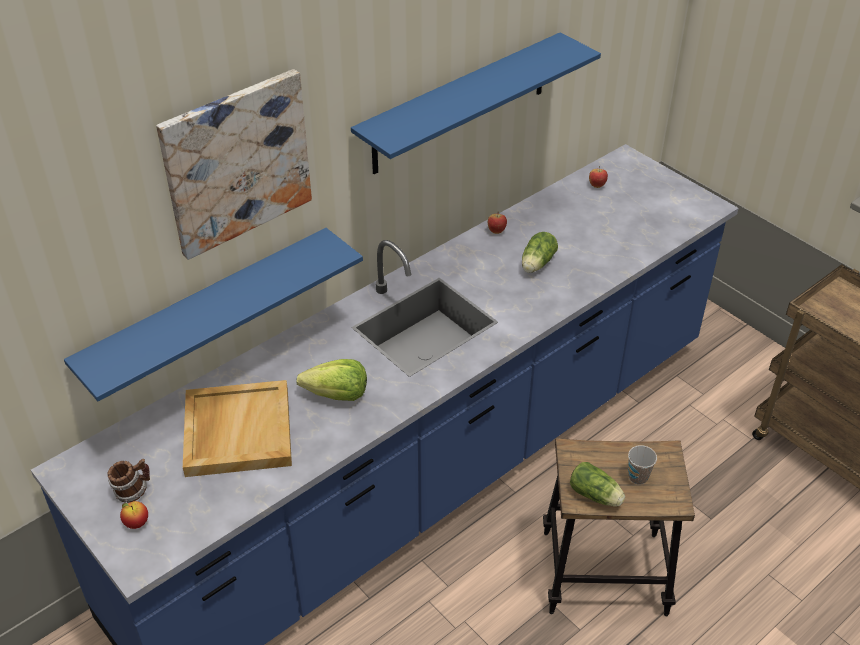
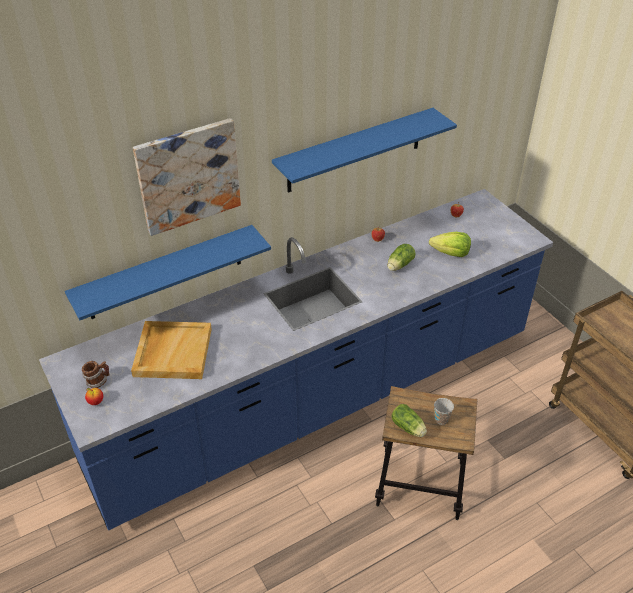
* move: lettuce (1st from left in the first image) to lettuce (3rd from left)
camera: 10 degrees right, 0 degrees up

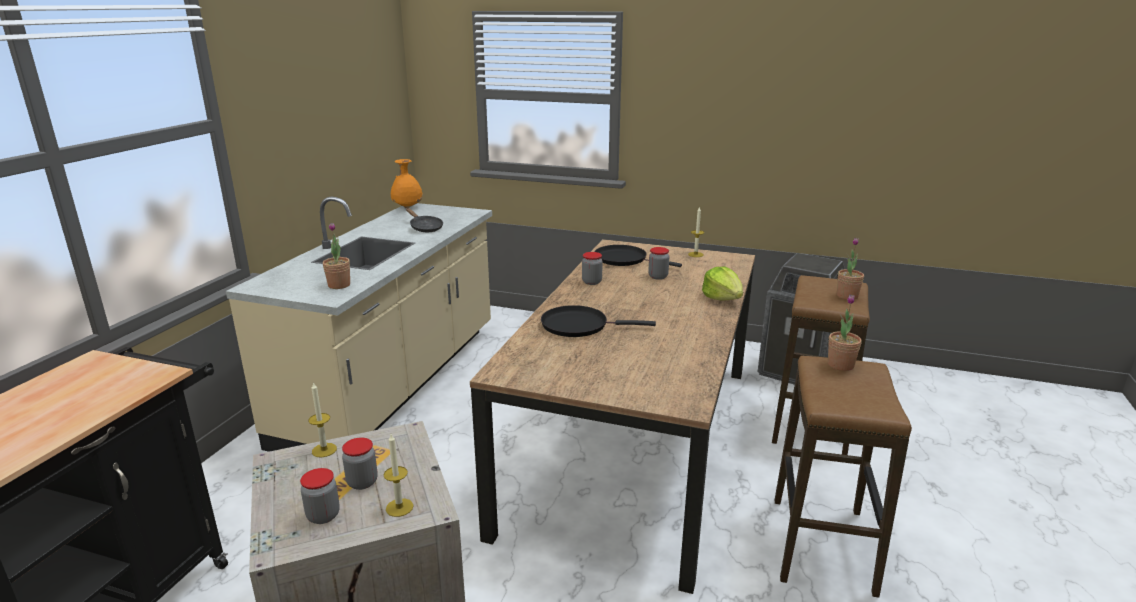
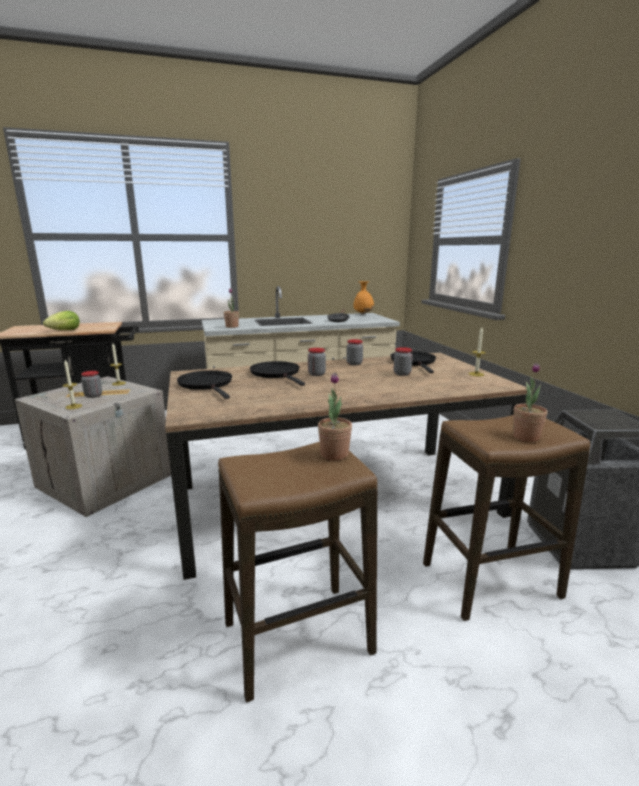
* move: lettuce
* move: storage_jar (1st from left in the first image) to storage_jar (2nd from left)
* insert: blackish_pan (1st from left)
camera: 55 degrees right, 5 degrees down

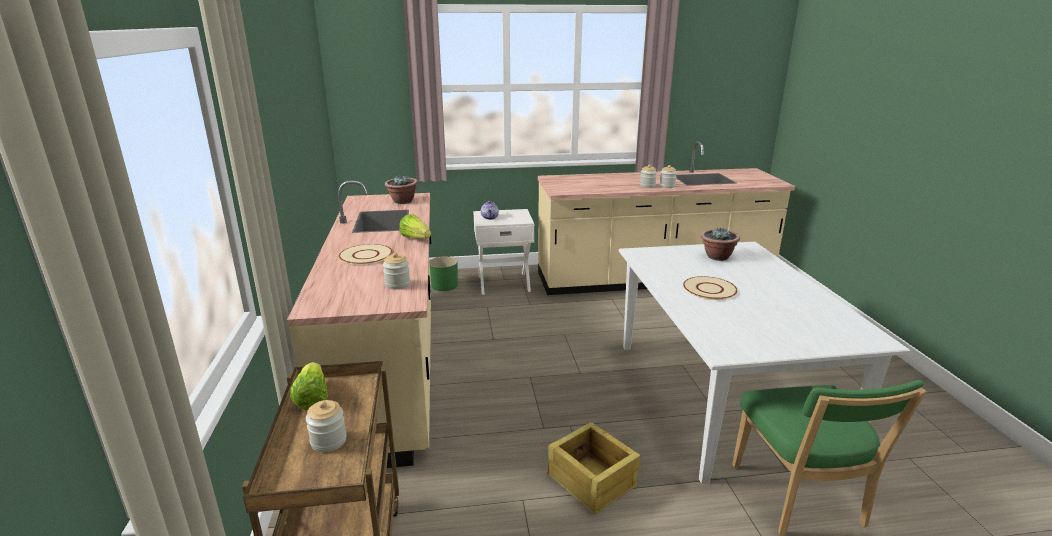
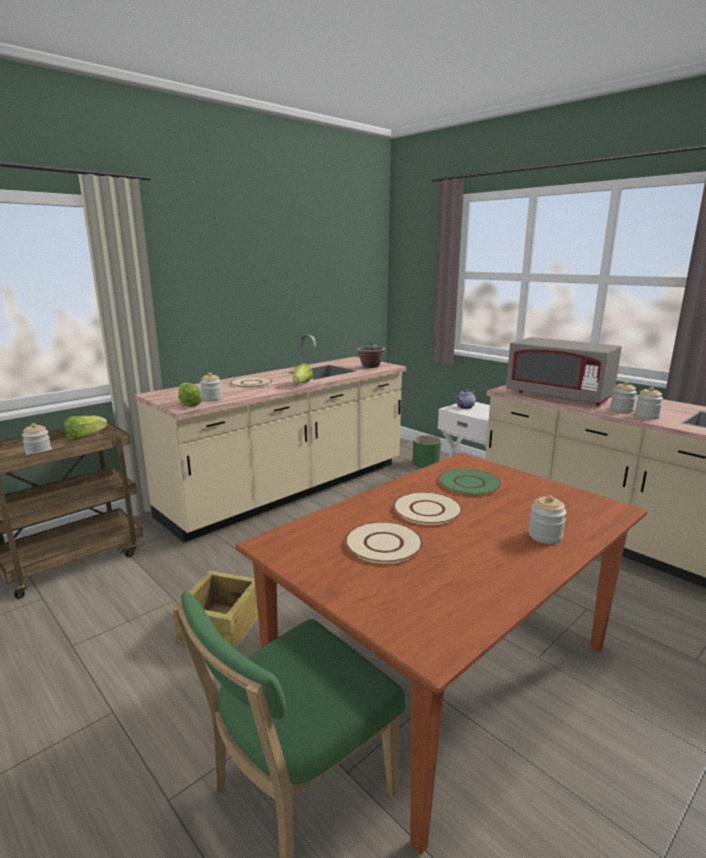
* delete: houseplant (2nd from left)
* recolor: white-coloured_dinner_table to brown_dinner_table
* insert: grey_microwave_oven
* insert: lettuce (2nd from left)
* insert: green-coloured_plate
* insert: storage_jar (3rd from left)
* insert: sand-coloured_plate (2nd from left)
camera: 55 degrees right, 5 degrees down

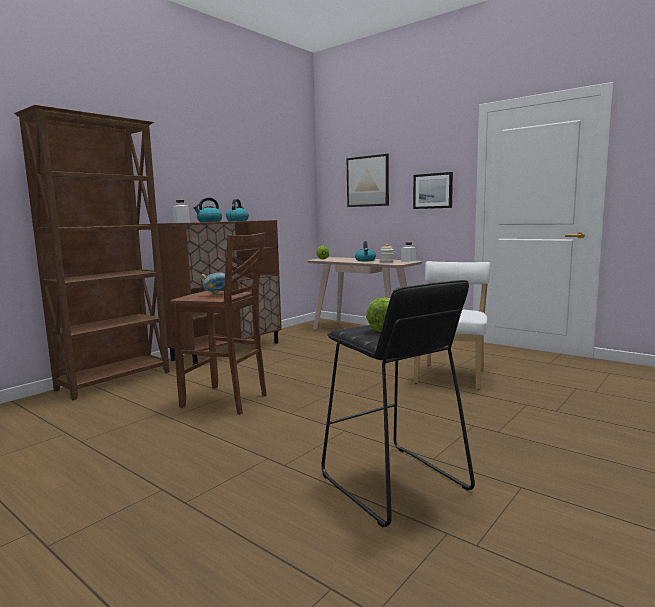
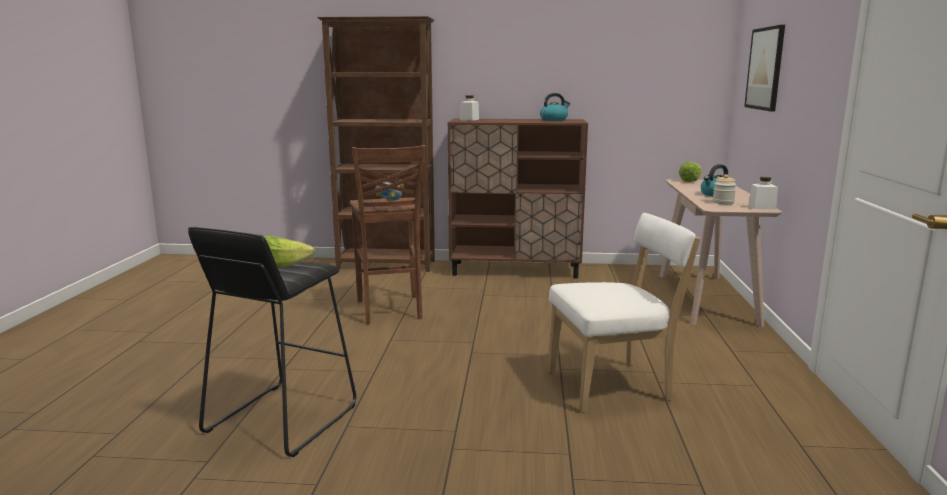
* delete: wall_art (2nd from left)
* delete: kettle (1st from left)
camera: 55 degrees right, 5 degrees up

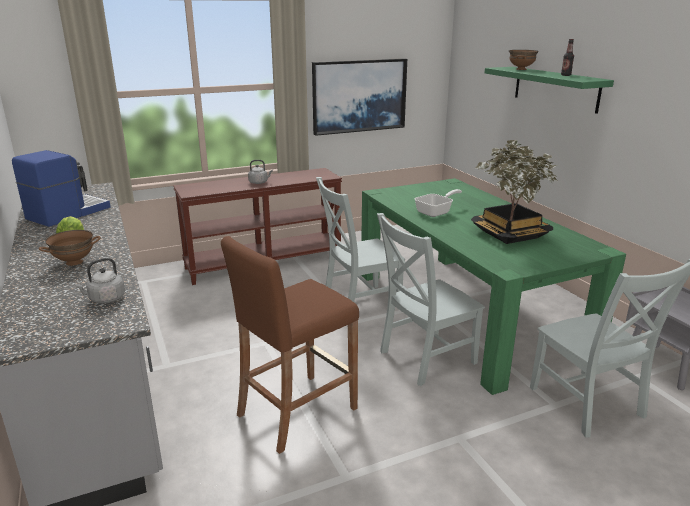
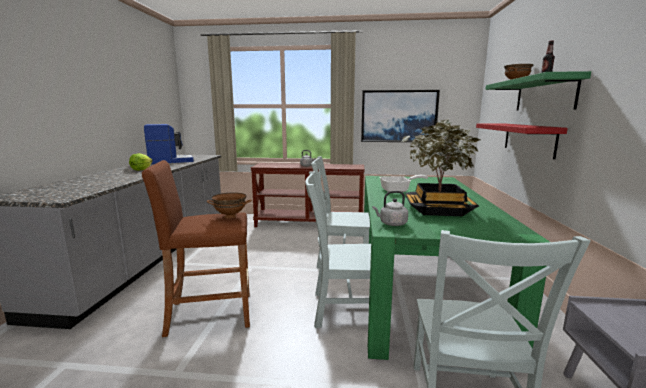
* move: brown_bowl (1st from left)
* move: grey_kettle (1st from left in the first image) to grey_kettle (2nd from left)
* insert: reddish_shelf
camera: 30 degrees right, 10 degrees down

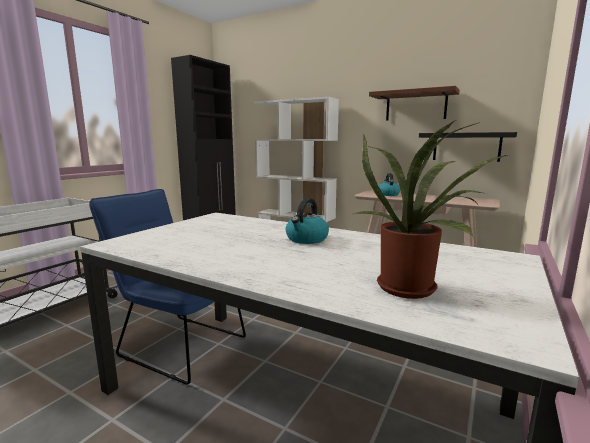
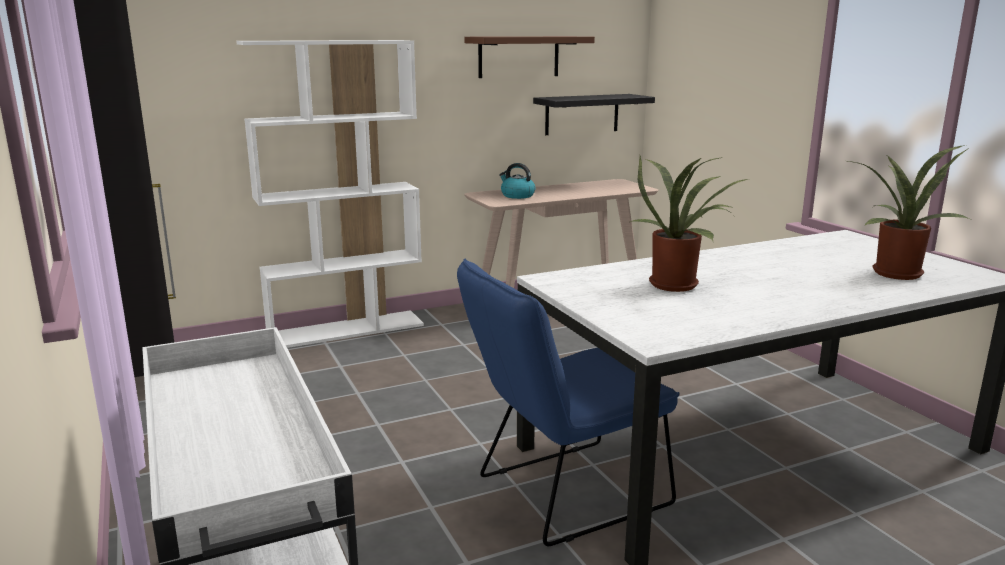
* delete: kettle (1st from left)
* insert: houseplant (1st from left)
camera: 55 degrees left, 5 degrees up

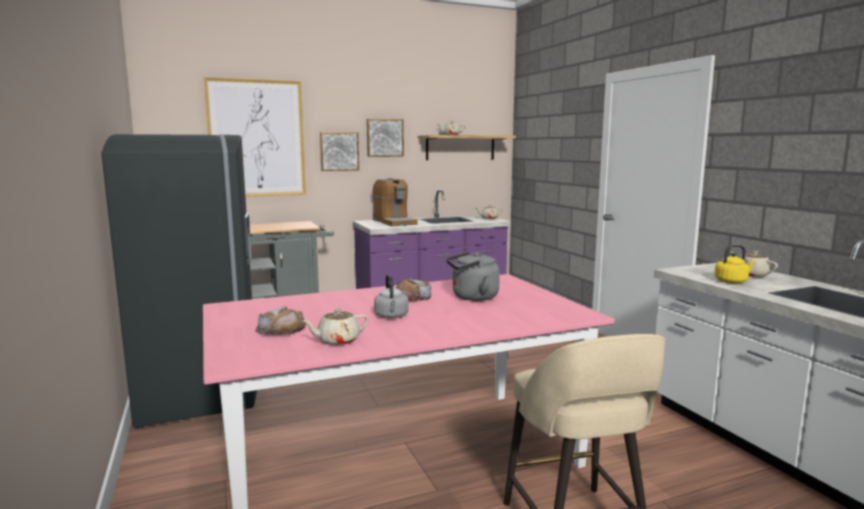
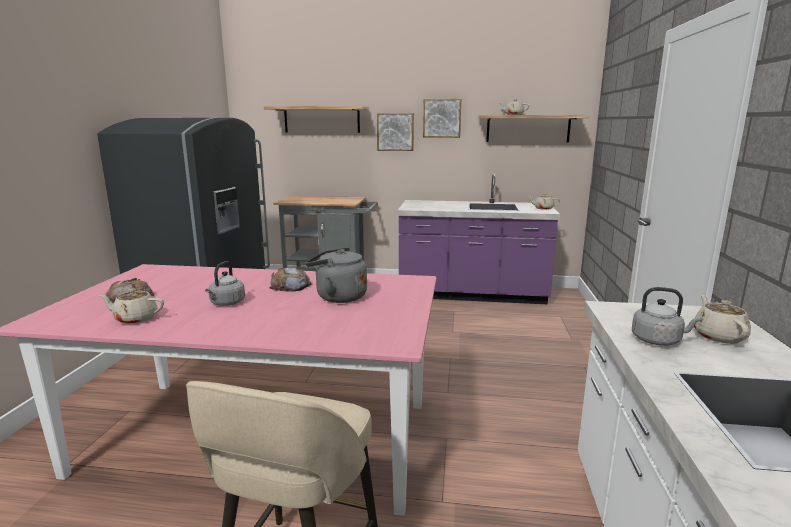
* replace: wall_art (1st from left) to shelf (1st from left)
* delete: coffee_brewer
* recolor: yellow_kettle to grey_kettle (3rd from left)
camera: 30 degrees right, 5 degrees up

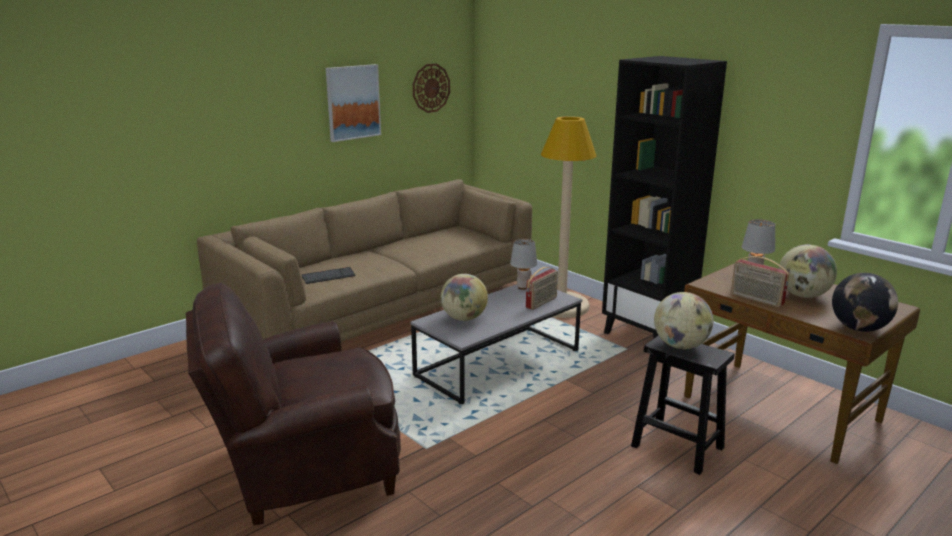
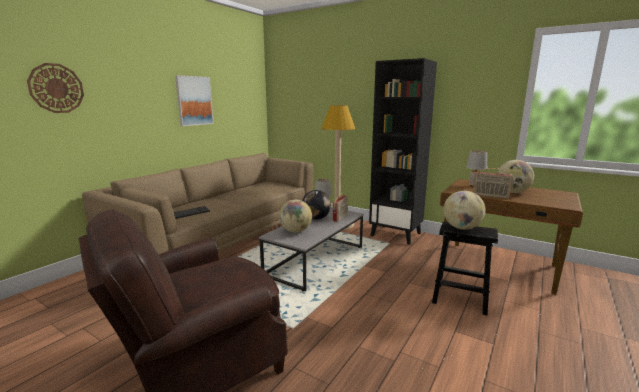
* move: hanging_clock
* move: world_globe (4th from left in the first image) to world_globe (2nd from left)
camera: 15 degrees left, 5 degrees down

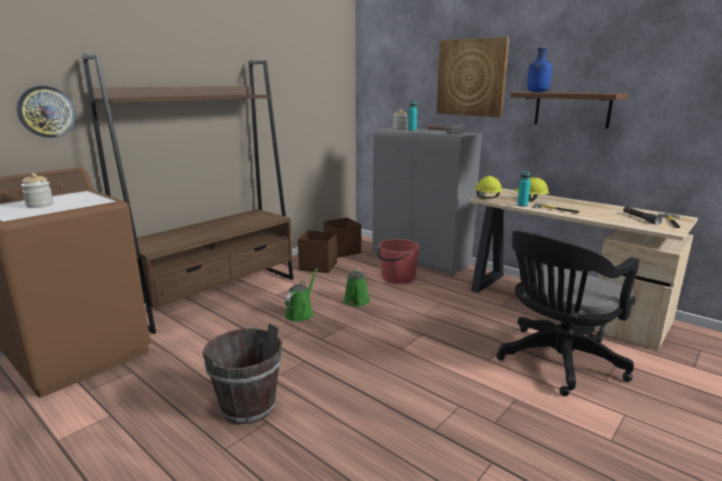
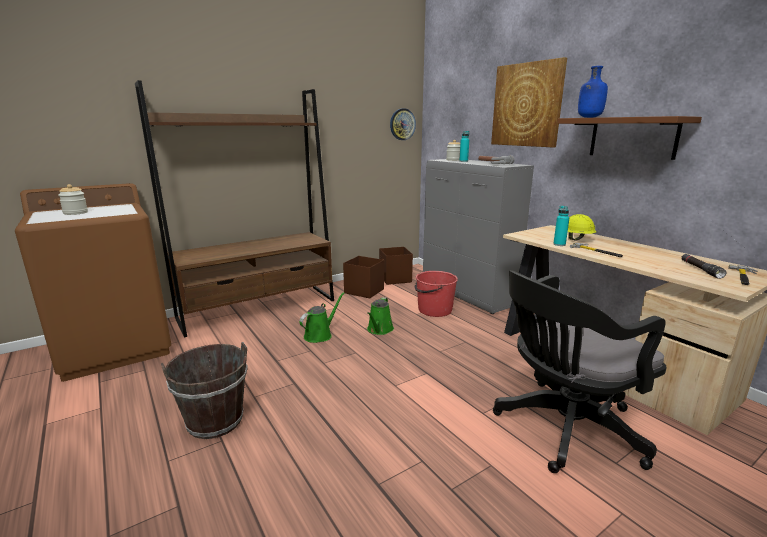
* move: hanging_clock
* delete: yellow_hard_hat (1st from left)
camera: 15 degrees right, 0 degrees up

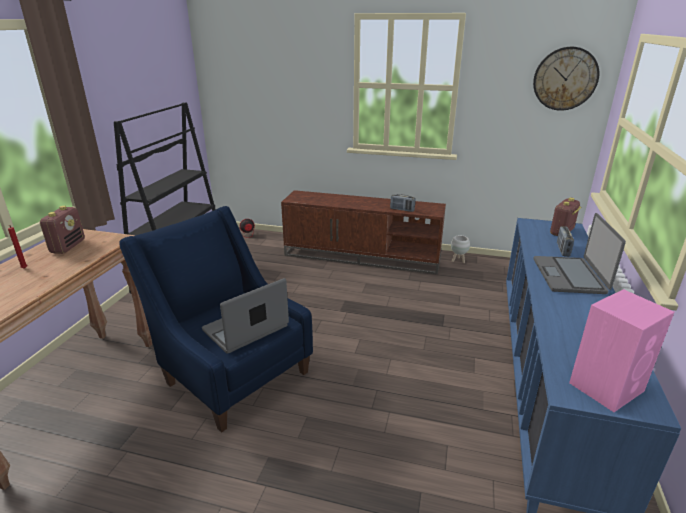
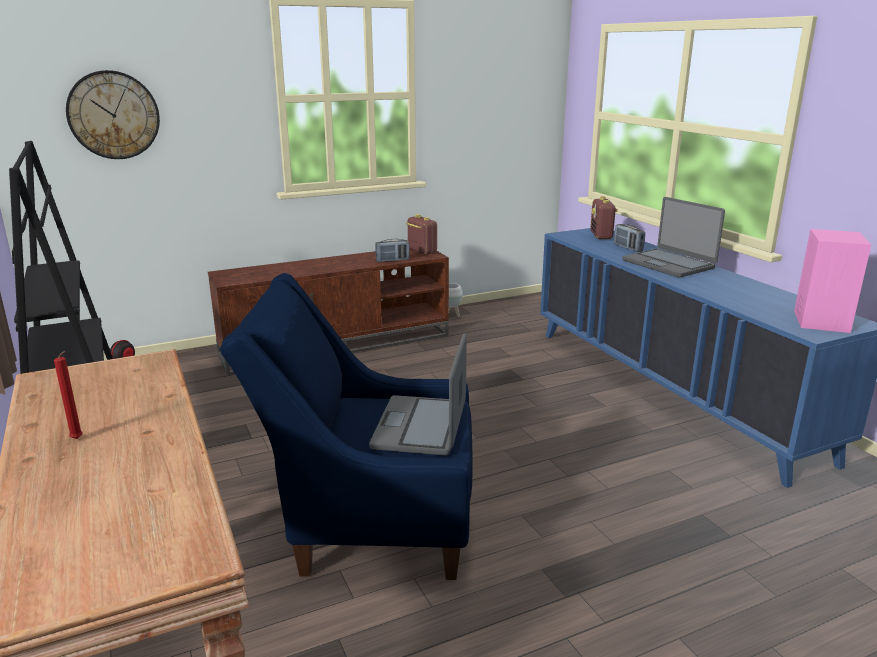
* move: hanging_clock
* move: radio_receiver (1st from left in the first image) to radio_receiver (2nd from left)
camera: 40 degrees left, 5 degrees down

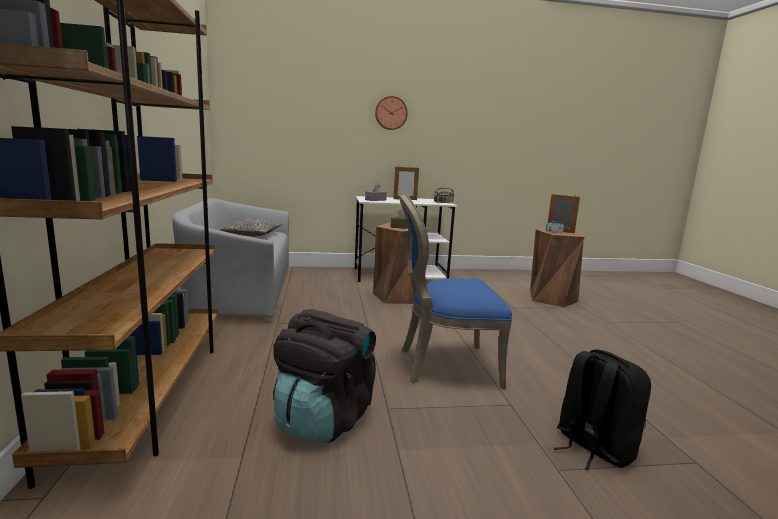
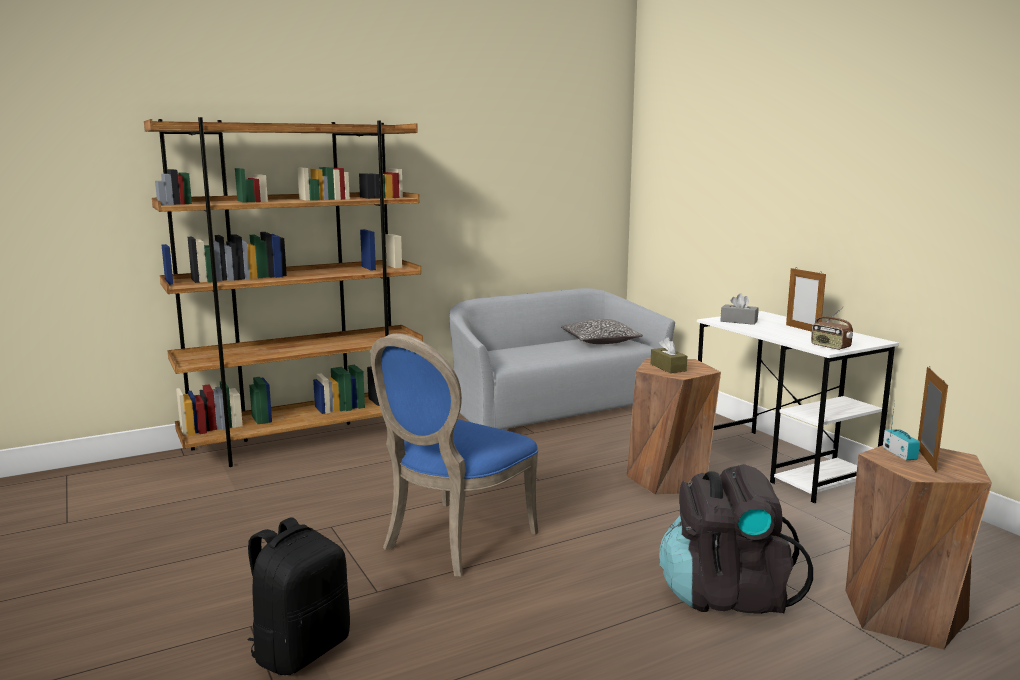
* delete: hanging_clock
* rotate: blue-coloured_upright_chair 120 degrees counterclockwise
* move: blackish_backpack (1st from left in the first image) to blackish_backpack (2nd from left)
camera: 70 degrees right, 0 degrees up

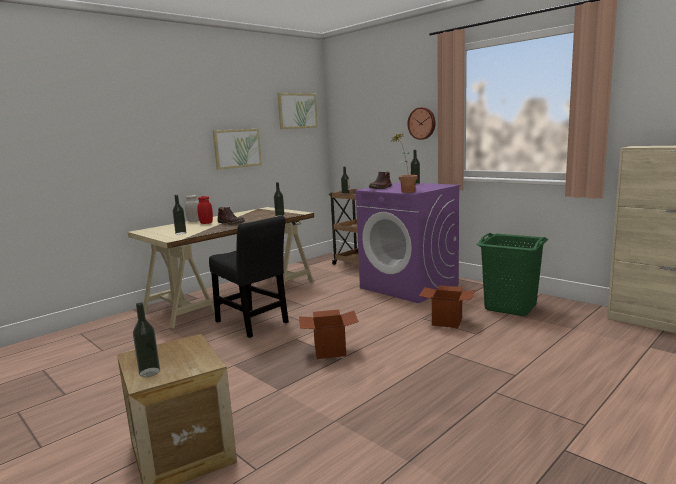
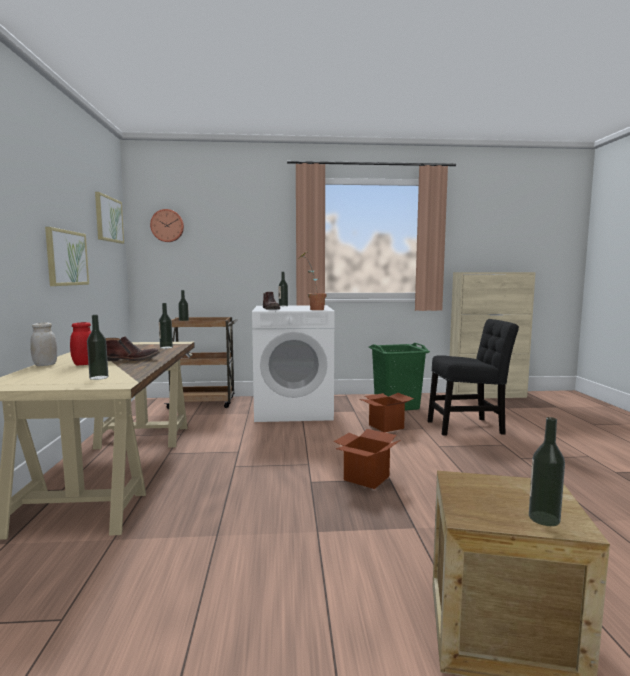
* move: hanging_clock
* recolor: purplish_washing_machine to white-coloured_washing_machine
* move: blackish_upright_chair
camera: 50 degrees left, 5 degrees down

